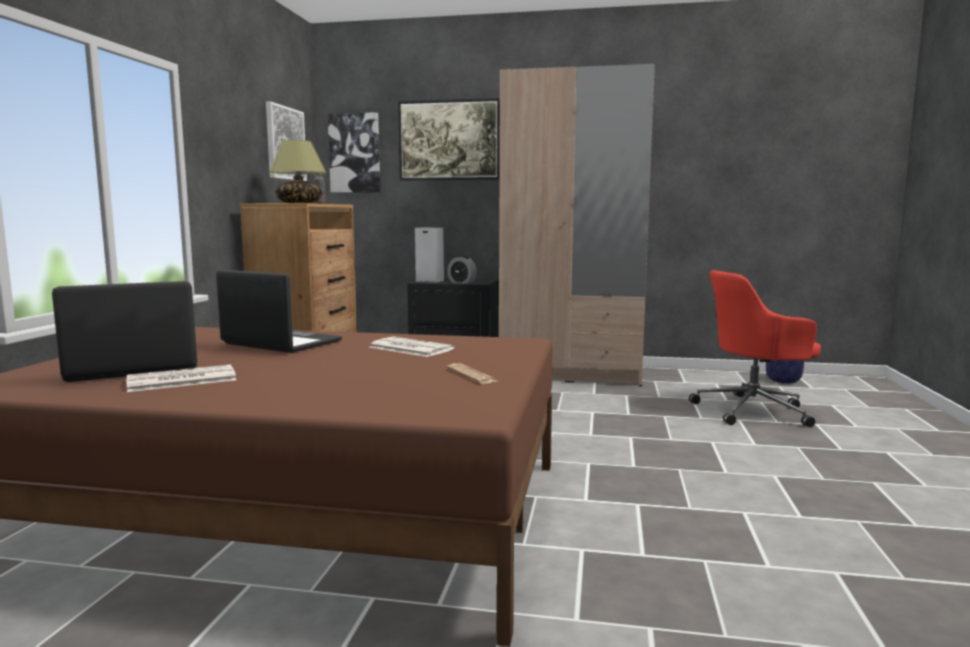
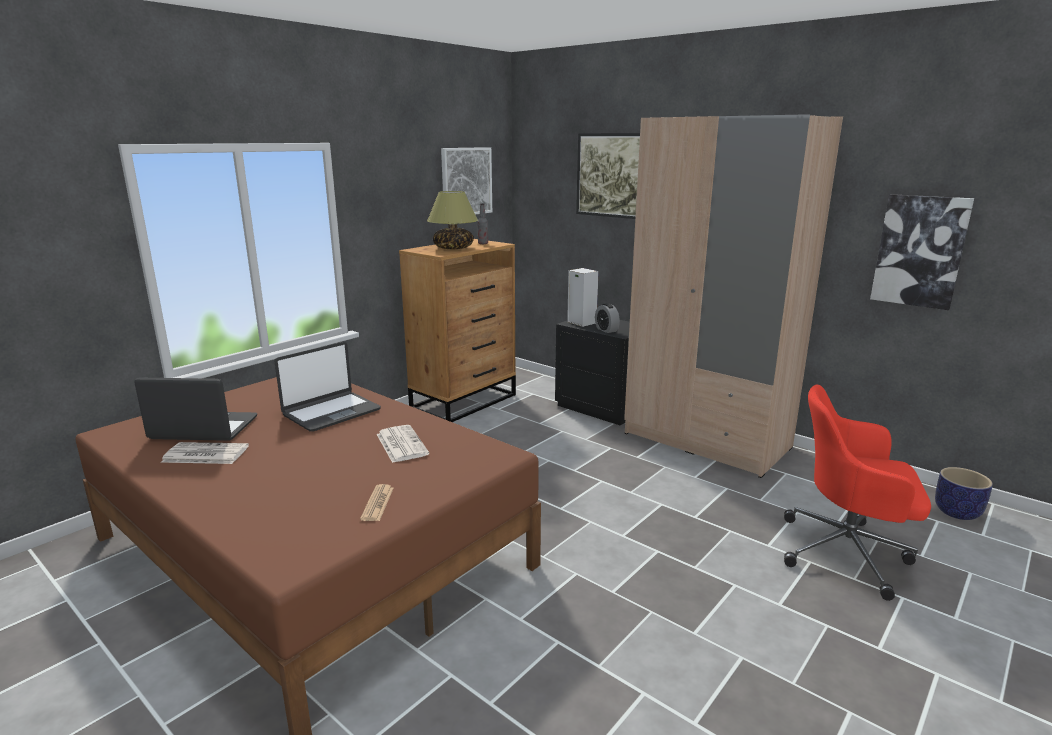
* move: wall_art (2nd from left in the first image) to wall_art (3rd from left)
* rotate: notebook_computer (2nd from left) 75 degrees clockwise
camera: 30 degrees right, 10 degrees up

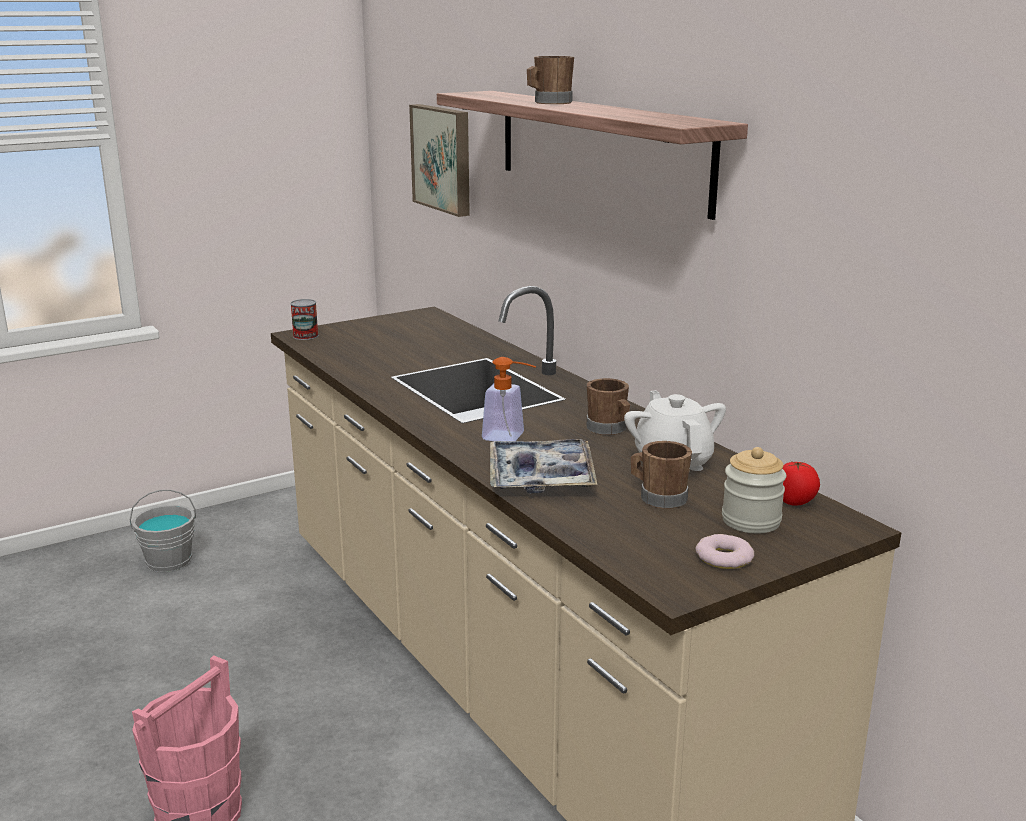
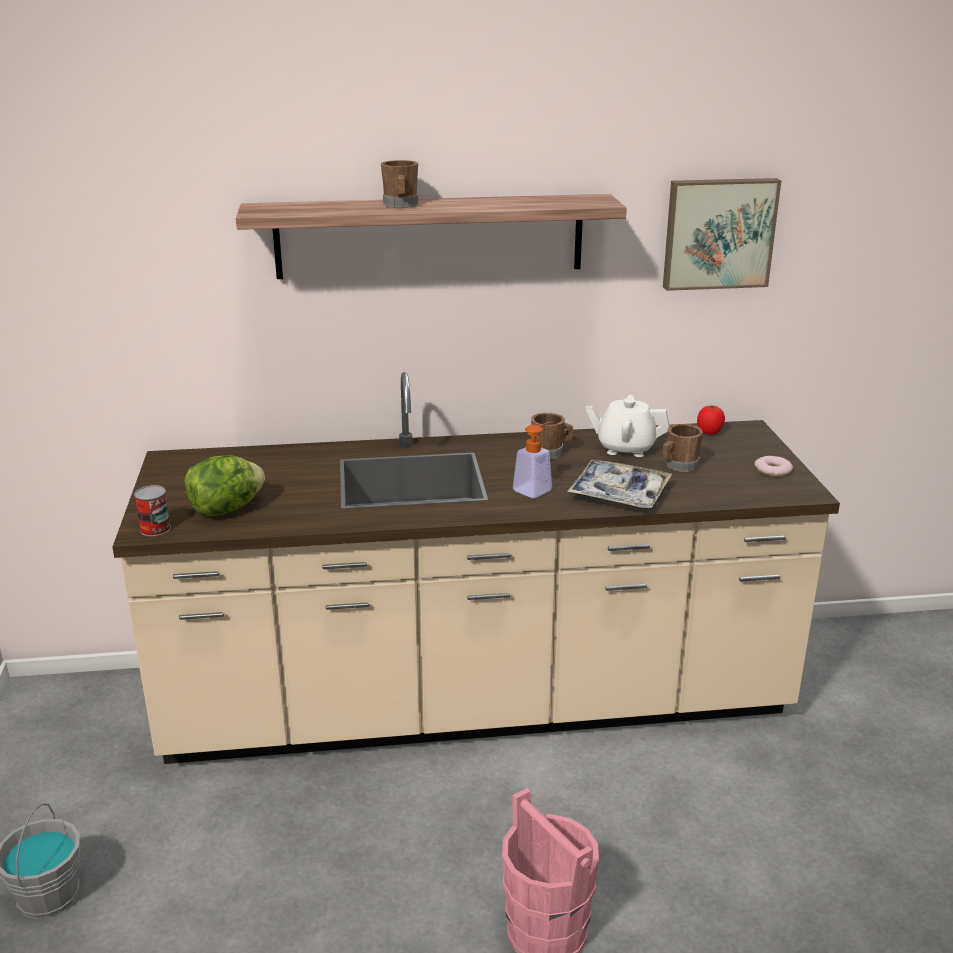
* move: wall_art
* delete: storage_jar
* insert: lettuce
camera: 65 degrees left, 5 degrees up

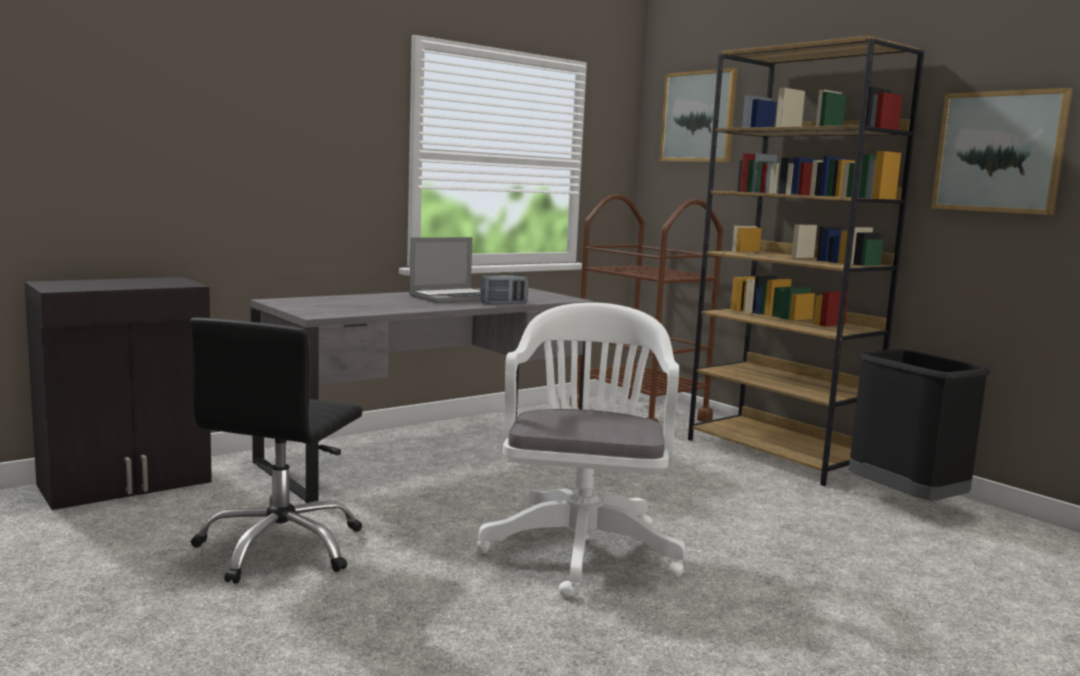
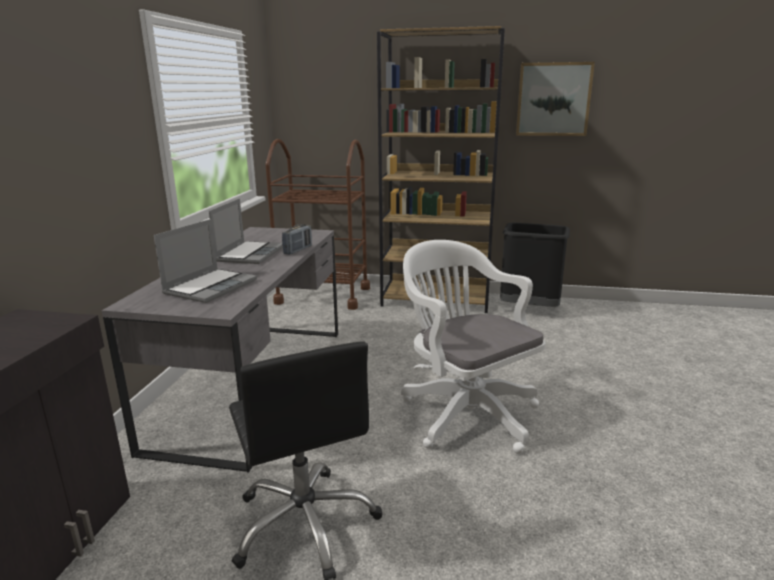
* delete: wall_art (1st from left)
* insert: notebook_computer (1st from left)
camera: 40 degrees left, 10 degrees up

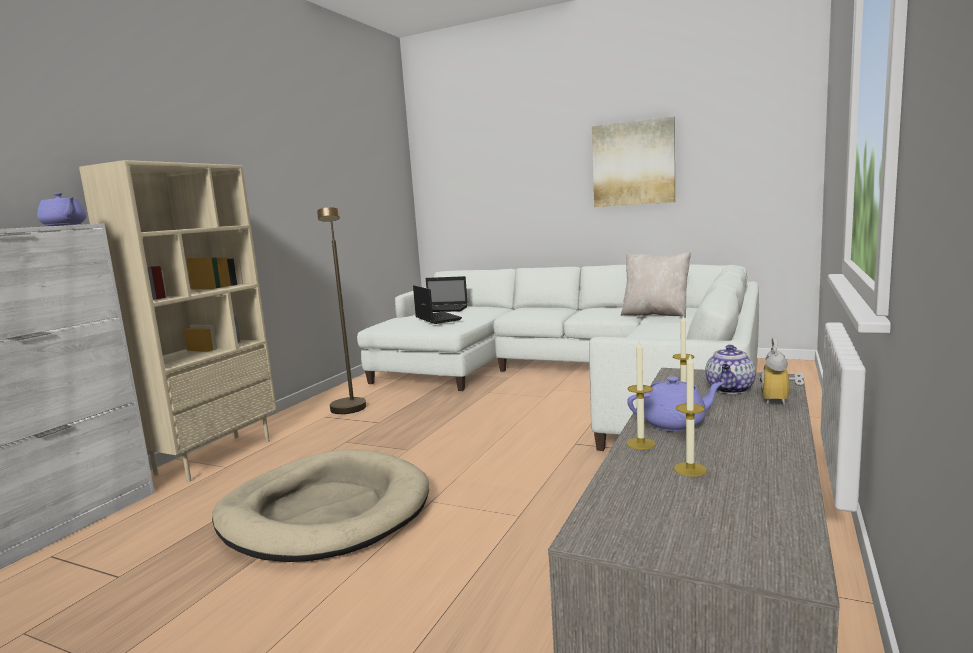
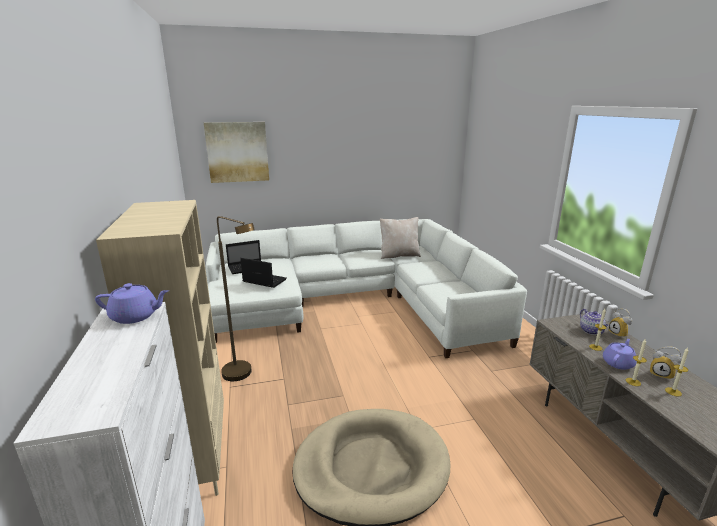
* move: wall_art
* insert: bedside_clock (2nd from left)
camera: 40 degrees left, 10 degrees up

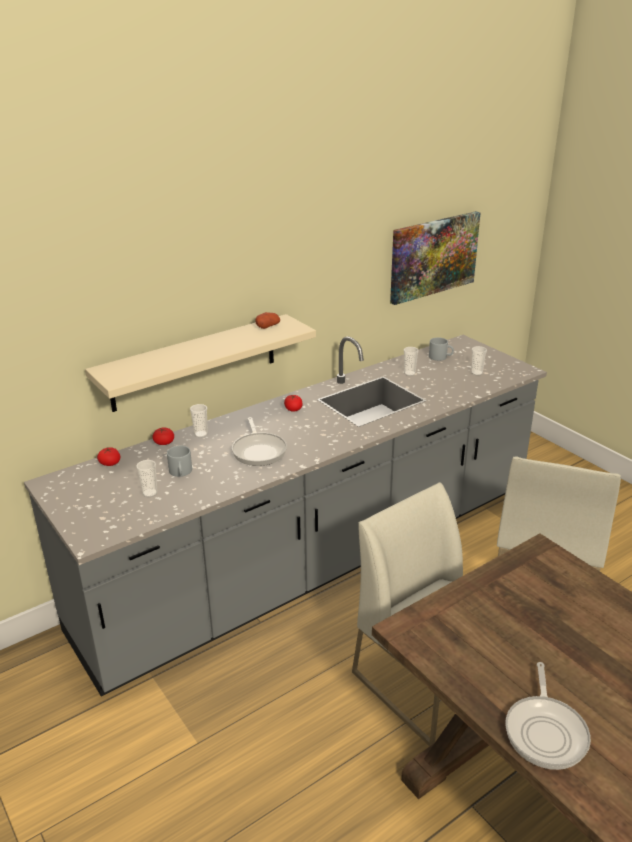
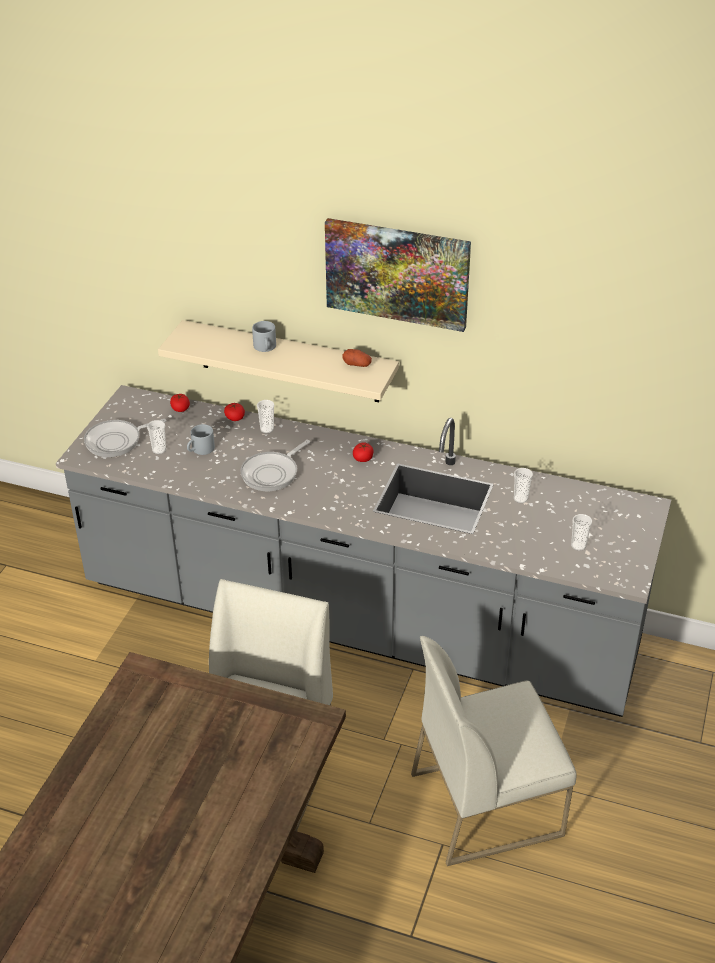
* move: wall_art
* move: grey_tea_mug (2nd from left)
* move: pan (2nd from left in the first image) to pan (1st from left)
camera: 55 degrees right, 10 degrees up

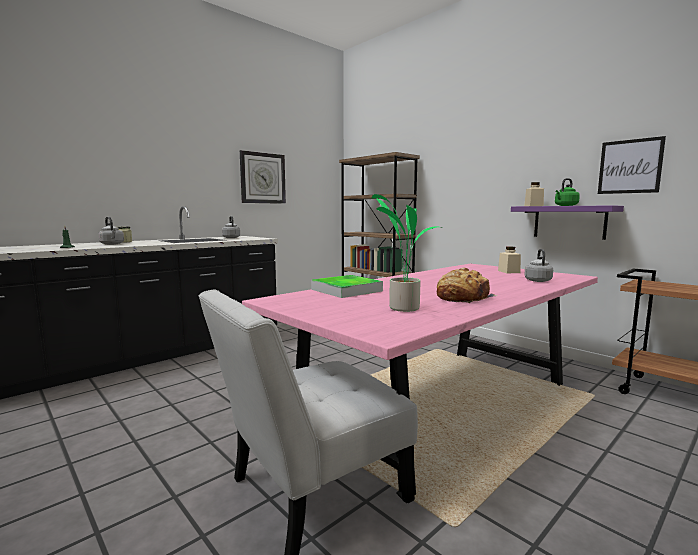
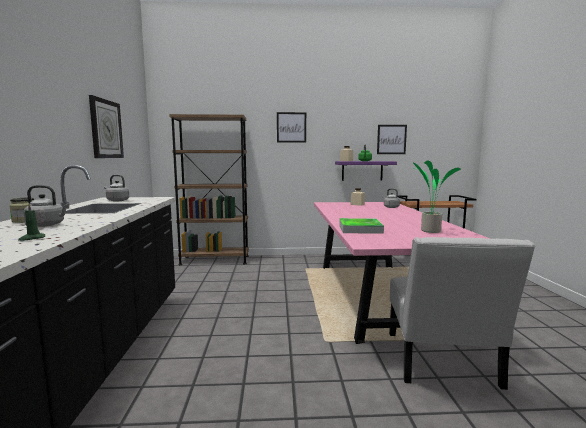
* delete: bread
* insert: wall_art (1st from left)
camera: 50 degrees left, 0 degrees up

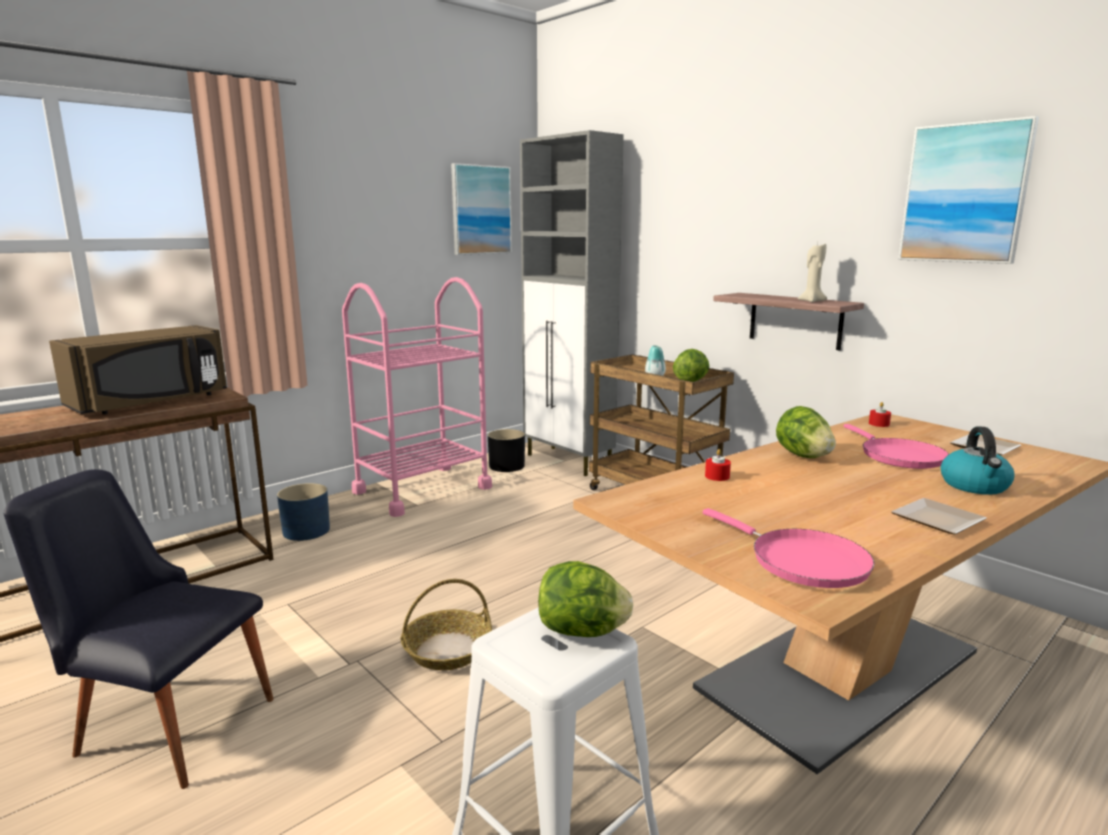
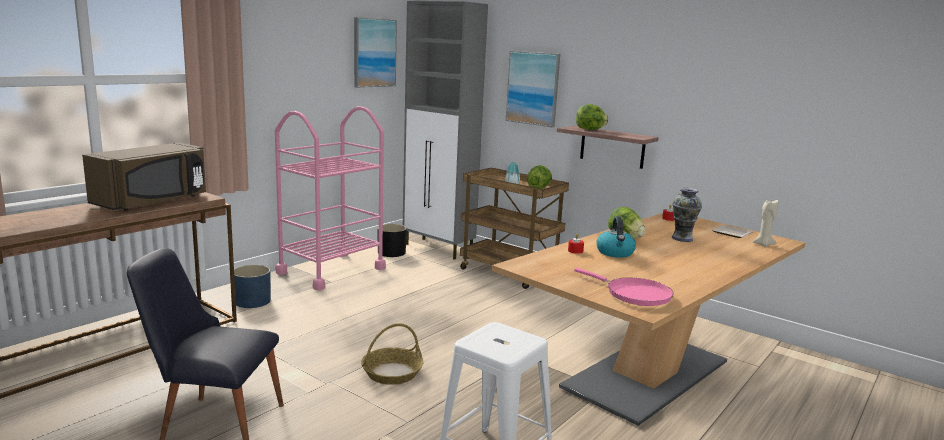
* move: wall_art (2nd from left)
* move: sand-coloured_wax_light
* replace: pinkish_pan (2nd from left) to vase (2nd from left)
* move: kettle
* delete: plate (1st from left)
* move: lettuce (1st from left in the first image) to lettuce (2nd from left)
camera: 10 degrees left, 0 degrees up

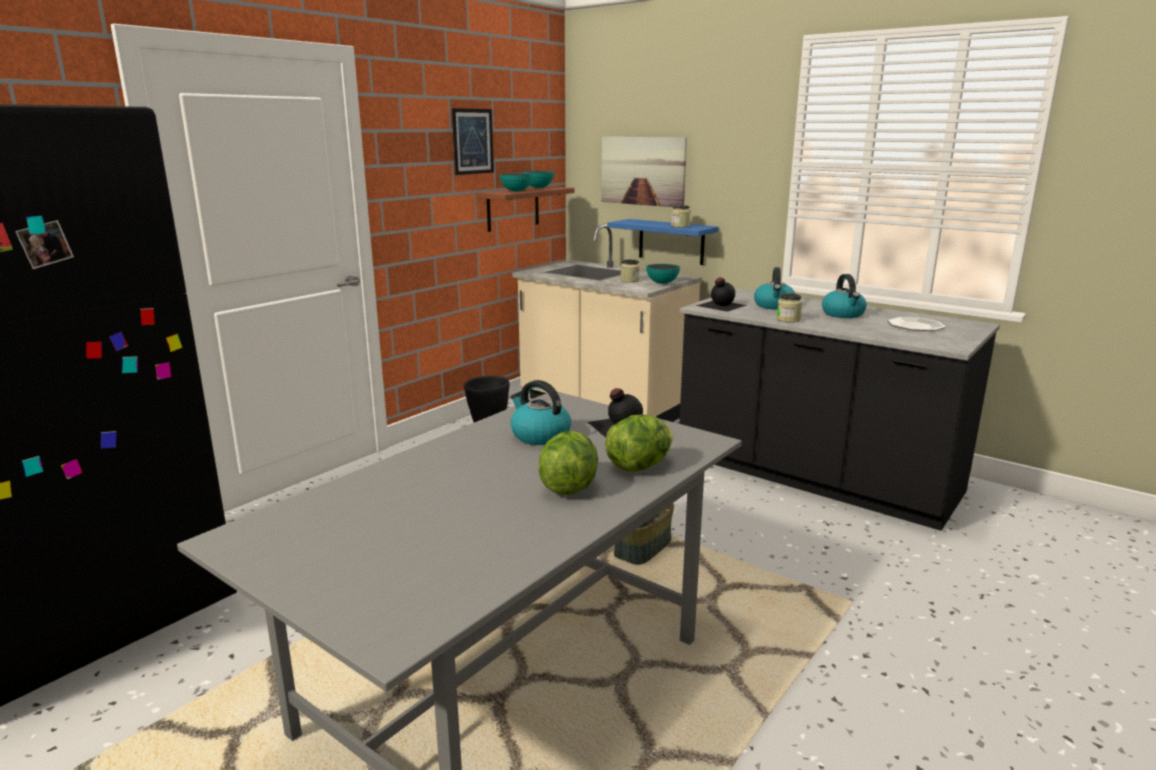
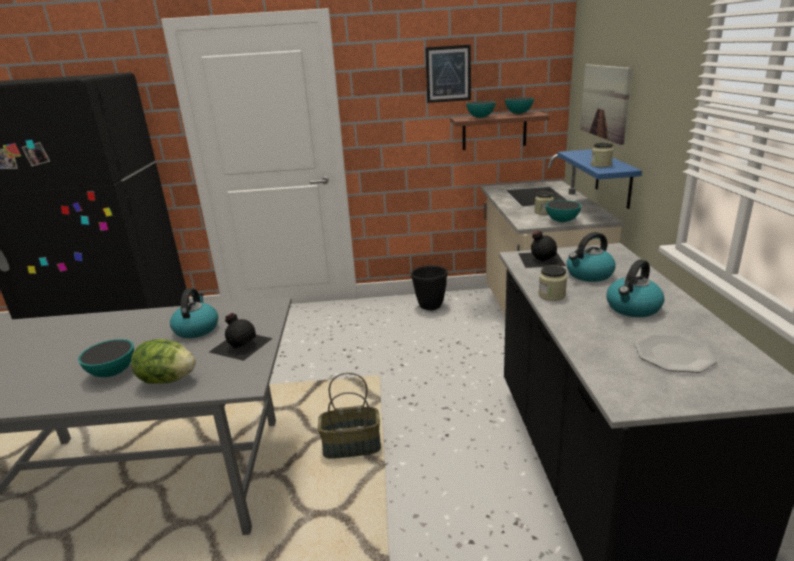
* replace: lettuce (1st from left) to bowl (1st from left)
camera: 50 degrees right, 5 degrees up

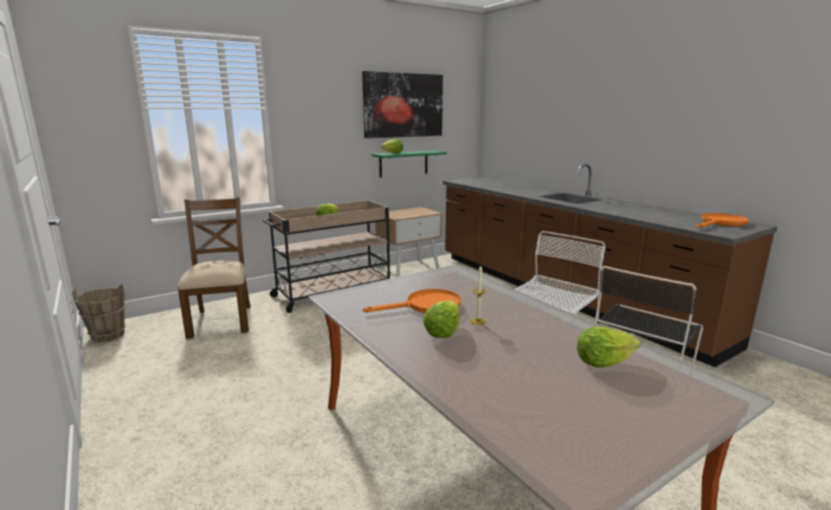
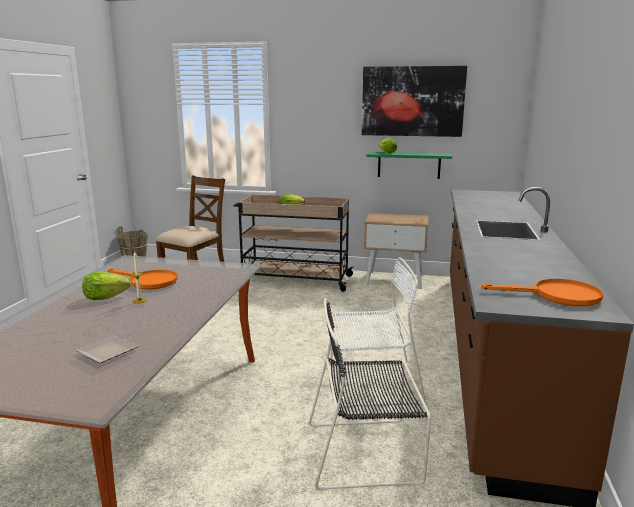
* replace: lettuce (4th from left) to plate
camera: 45 degrees right, 0 degrees up

